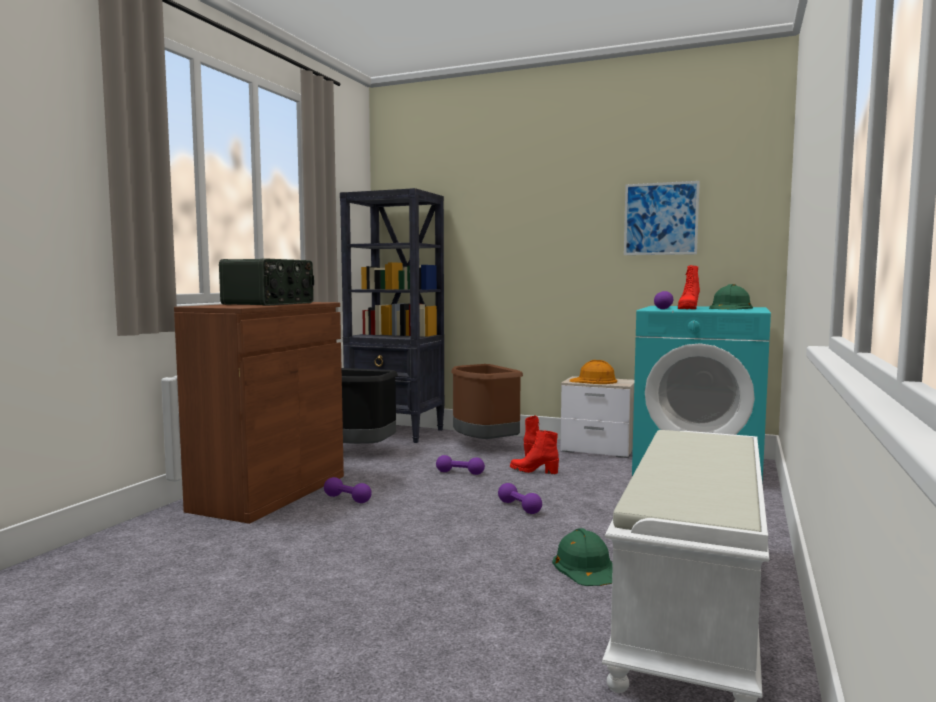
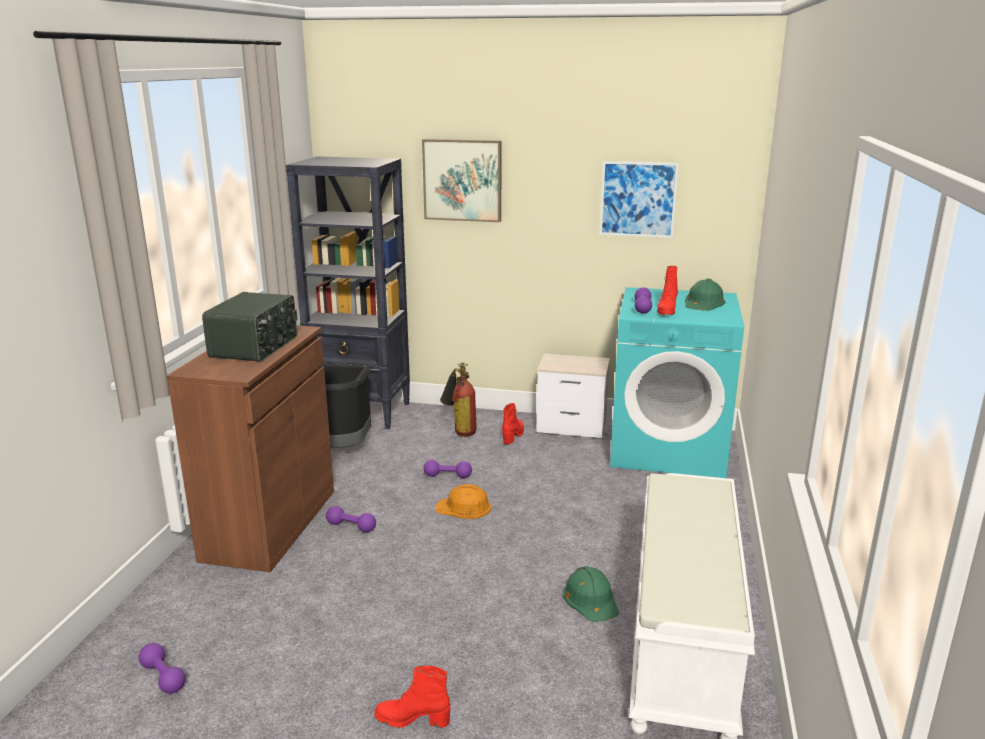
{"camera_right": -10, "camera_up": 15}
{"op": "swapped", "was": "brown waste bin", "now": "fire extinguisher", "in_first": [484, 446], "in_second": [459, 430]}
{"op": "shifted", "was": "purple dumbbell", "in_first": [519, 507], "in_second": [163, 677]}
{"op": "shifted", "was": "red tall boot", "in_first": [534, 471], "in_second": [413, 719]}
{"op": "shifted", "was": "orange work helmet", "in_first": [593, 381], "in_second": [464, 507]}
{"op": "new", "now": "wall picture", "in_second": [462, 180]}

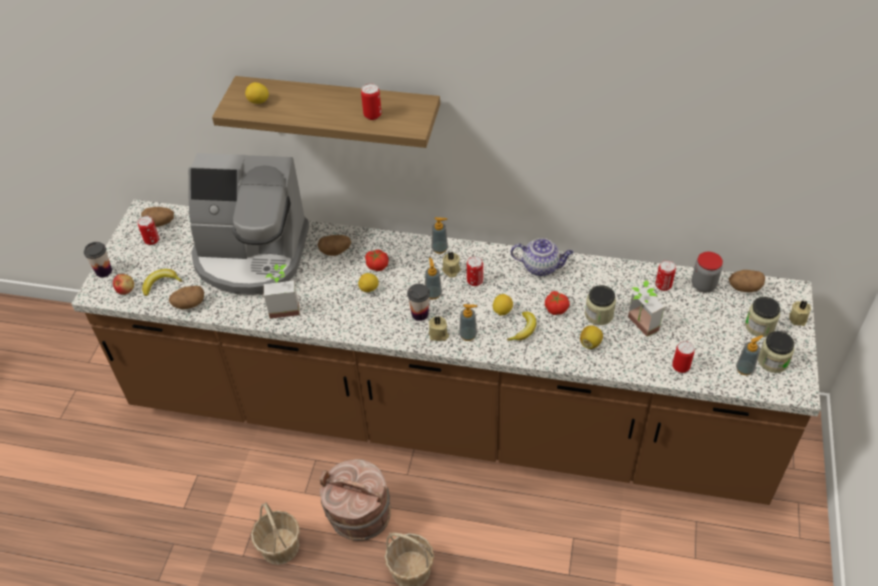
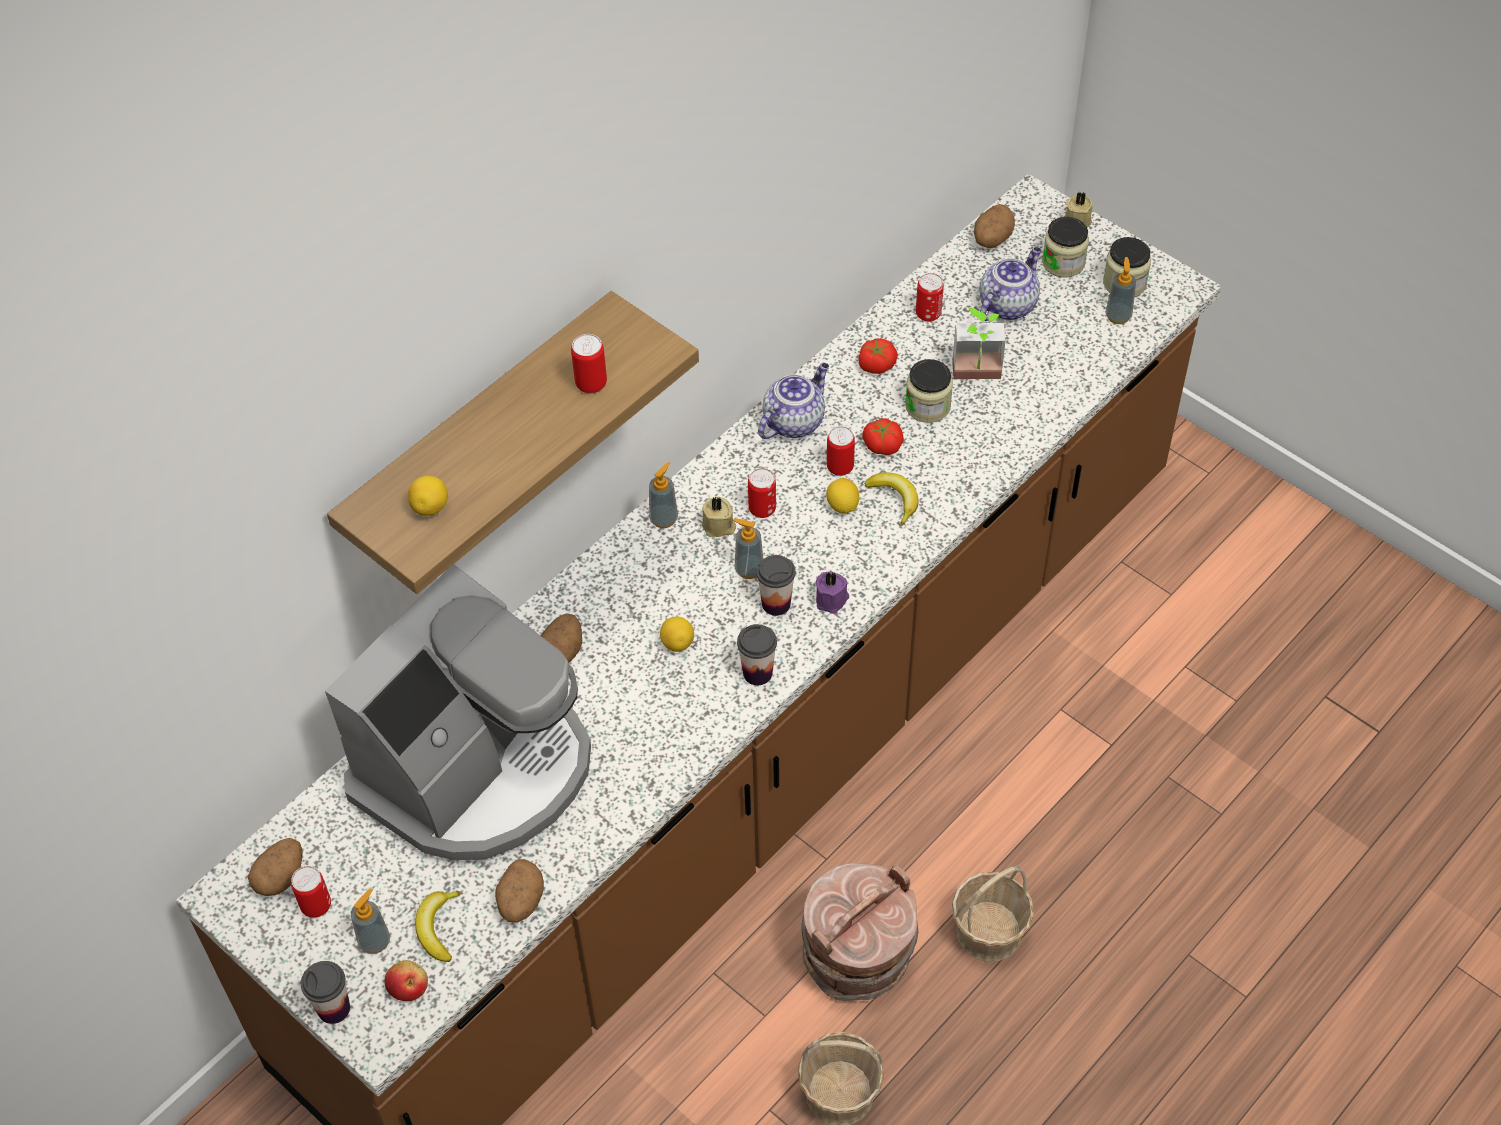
{"camera_right": -60, "camera_up": 5}
{"op": "gone", "was": "potted plant", "in_first": [284, 306]}
{"op": "shifted", "was": "fresh tomato", "in_first": [377, 265], "in_second": [876, 364]}
{"op": "repainted", "was": "beige wax light", "now": "purple wax light", "in_first": [438, 335], "in_second": [832, 600]}
{"op": "shifted", "was": "soap dispenser", "in_first": [468, 335], "in_second": [374, 941]}
{"op": "gone", "was": "lemon", "in_first": [590, 343]}
{"op": "shifted", "was": "sealed can", "in_first": [680, 367], "in_second": [840, 467]}
{"op": "gone", "was": "preserve jar", "in_first": [703, 285]}
{"op": "new", "now": "small cup", "in_second": [757, 673]}
{"op": "new", "now": "tea pot", "in_second": [1007, 304]}

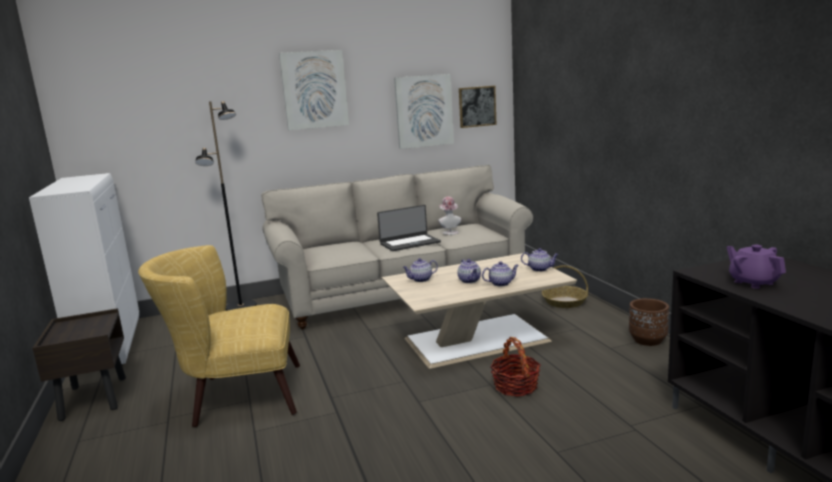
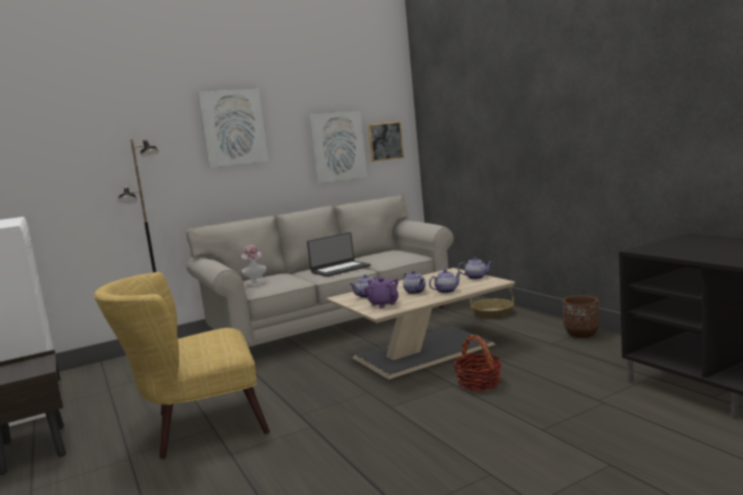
{"camera_right": -10, "camera_up": -5}
{"op": "shifted", "was": "wearable hat", "in_first": [449, 232], "in_second": [255, 283]}
{"op": "shifted", "was": "purple tea pot", "in_first": [753, 282], "in_second": [383, 304]}

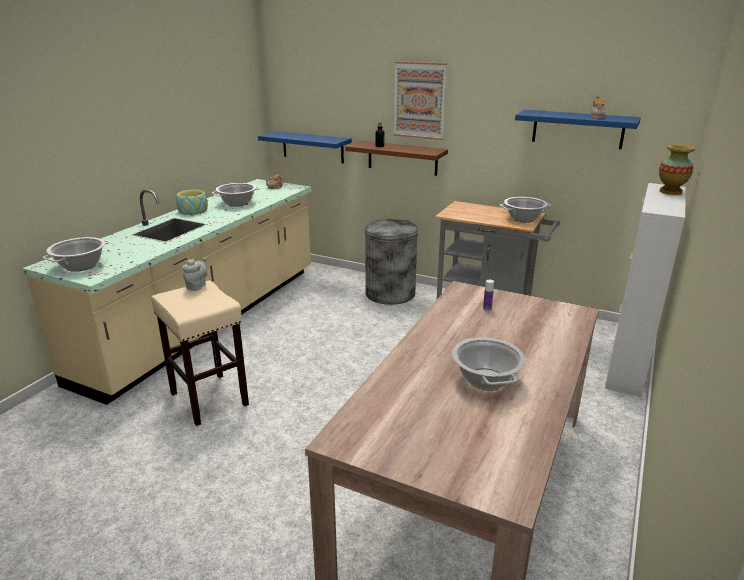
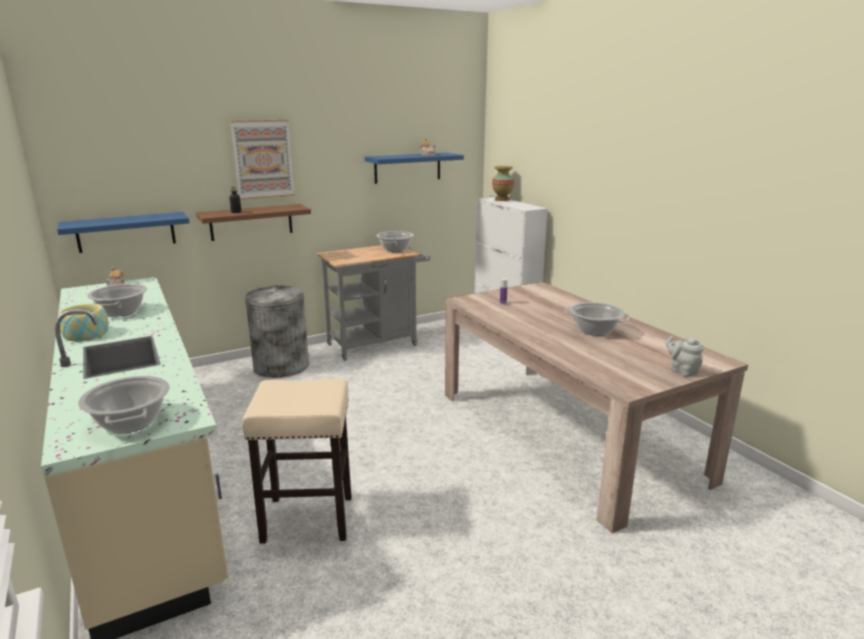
{"camera_right": -55, "camera_up": -5}
{"op": "shifted", "was": "gray tea pot", "in_first": [197, 286], "in_second": [682, 370]}

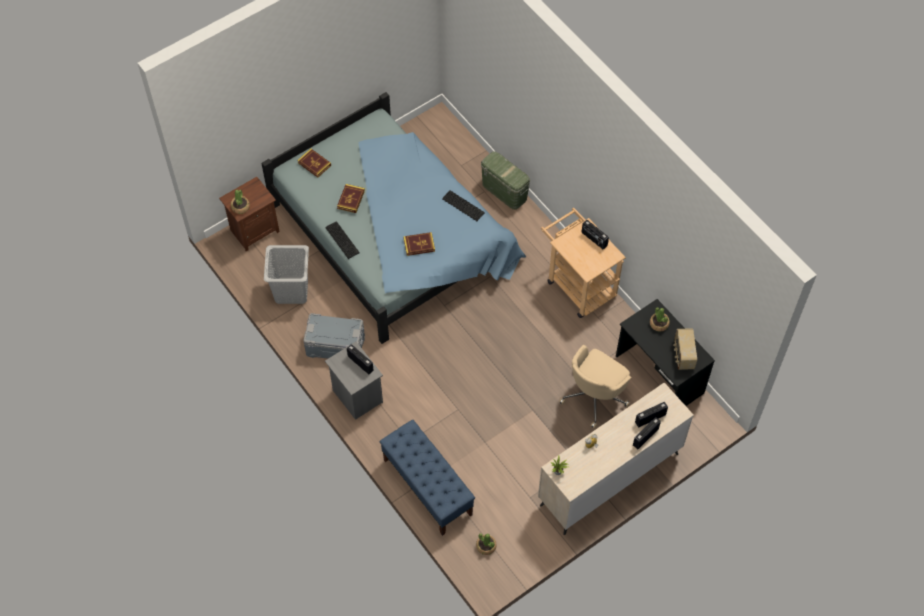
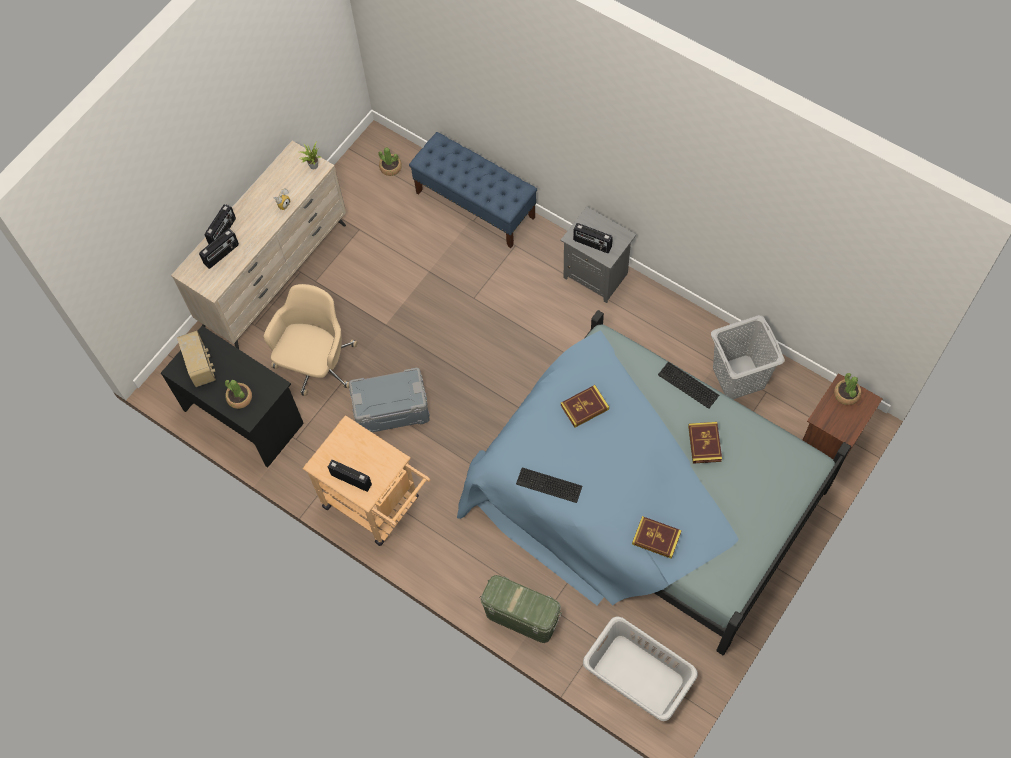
{"camera_right": 165, "camera_up": 5}
{"op": "shifted", "was": "bound book", "in_first": [314, 164], "in_second": [656, 538]}
{"op": "shifted", "was": "gray storage bin", "in_first": [335, 345], "in_second": [391, 410]}
{"op": "new", "now": "gray washing basket", "in_second": [638, 676]}

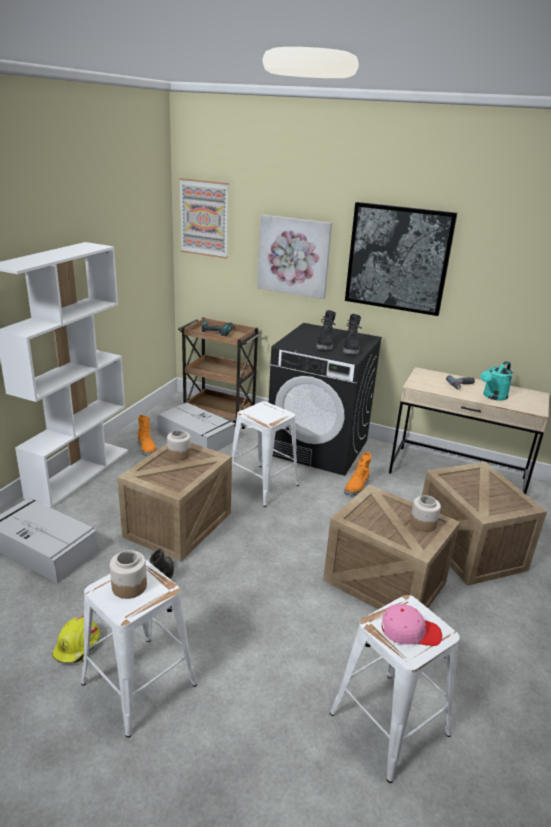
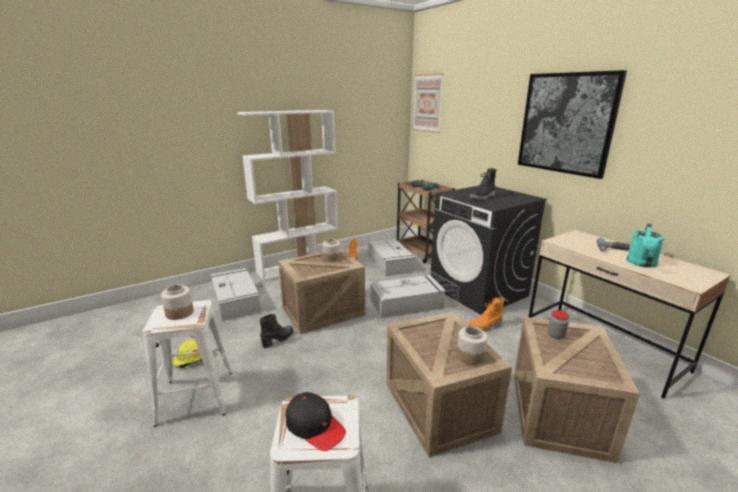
{"camera_right": 35, "camera_up": -5}
{"op": "swapped", "was": "white stool", "now": "gray storage bin", "in_first": [263, 484], "in_second": [407, 303]}
{"op": "gone", "was": "wall picture", "in_first": [294, 256]}
{"op": "gone", "was": "black-coloured tall boot", "in_first": [351, 349]}
{"op": "repainted", "was": "pink-coloured cap", "now": "black-coloured cap", "in_first": [410, 631], "in_second": [315, 426]}
{"op": "rotated", "was": "blue-green watering pot", "in_first": [493, 396], "in_second": [641, 264], "clockwise": -45}
{"op": "new", "now": "preserve jar", "in_second": [556, 335]}

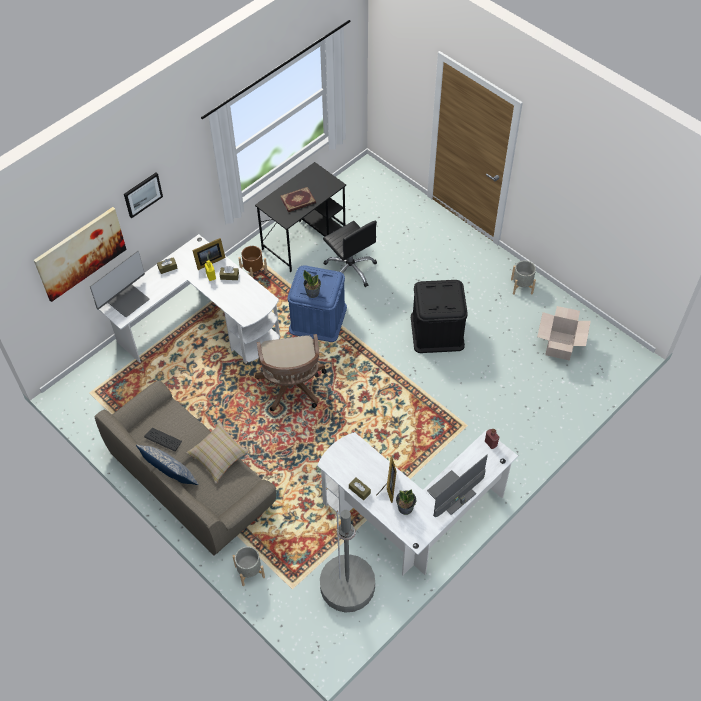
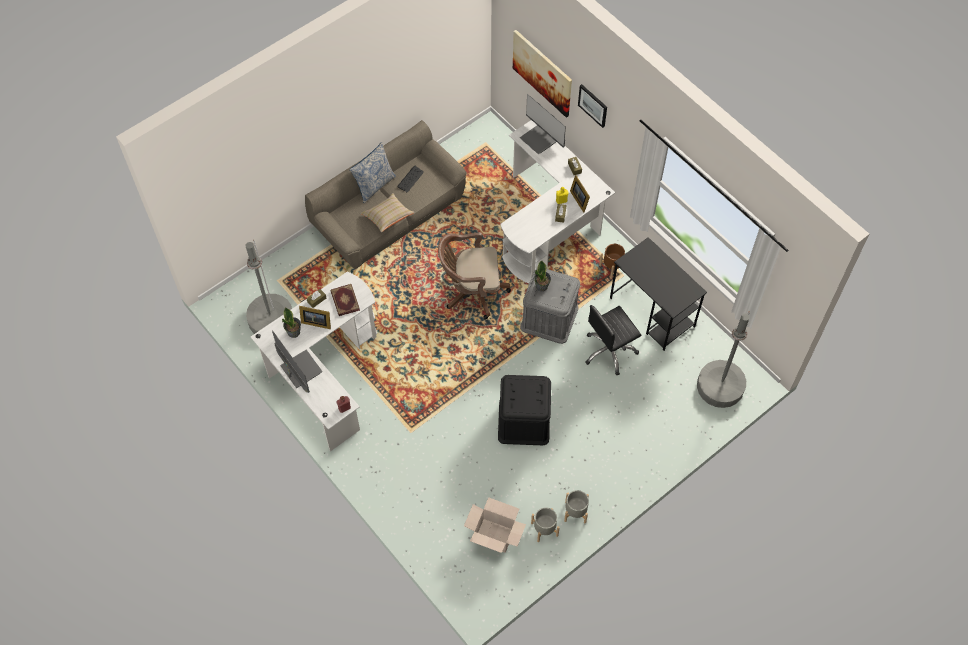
{"camera_right": 95, "camera_up": 5}
{"op": "shifted", "was": "gray plant pot", "in_first": [250, 571], "in_second": [544, 529]}
{"op": "shifted", "was": "bound book", "in_first": [298, 201], "in_second": [344, 301]}
{"op": "repainted", "was": "blue storage bin", "now": "gray storage bin", "in_first": [318, 319], "in_second": [549, 318]}
{"op": "new", "now": "gray standing lamp", "in_second": [720, 387]}

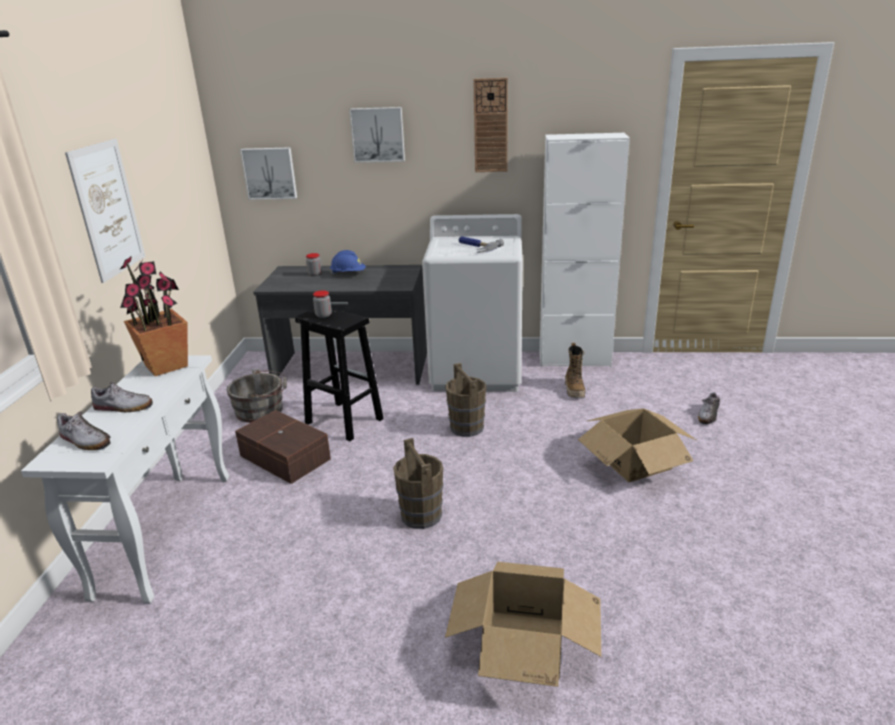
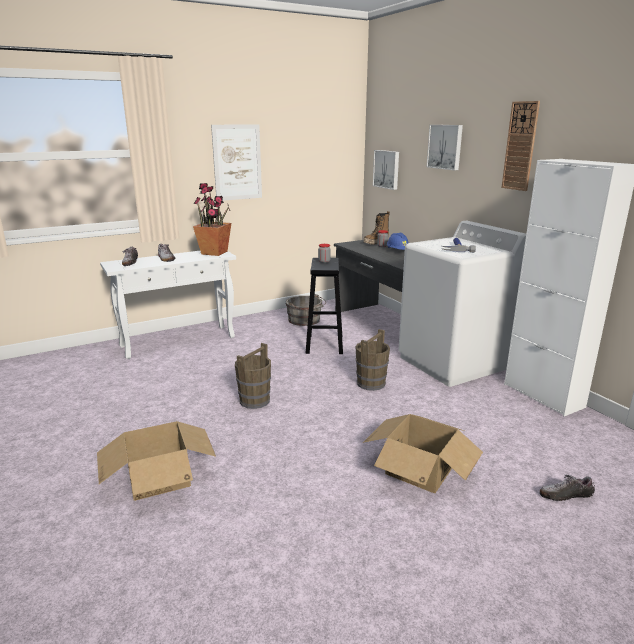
{"camera_right": 55, "camera_up": -5}
{"op": "gone", "was": "brown storage bin", "in_first": [284, 458]}
{"op": "shifted", "was": "tall boot", "in_first": [574, 390], "in_second": [376, 243]}

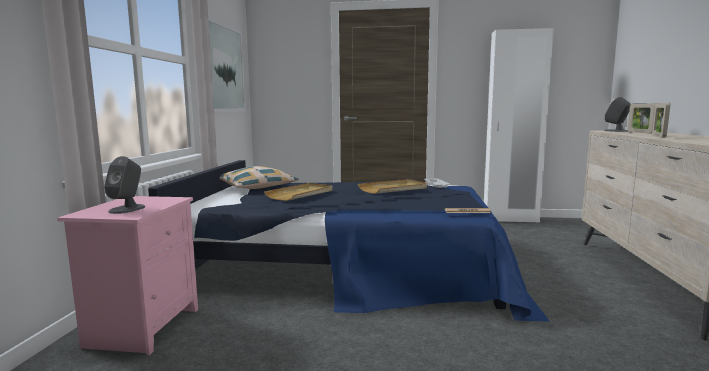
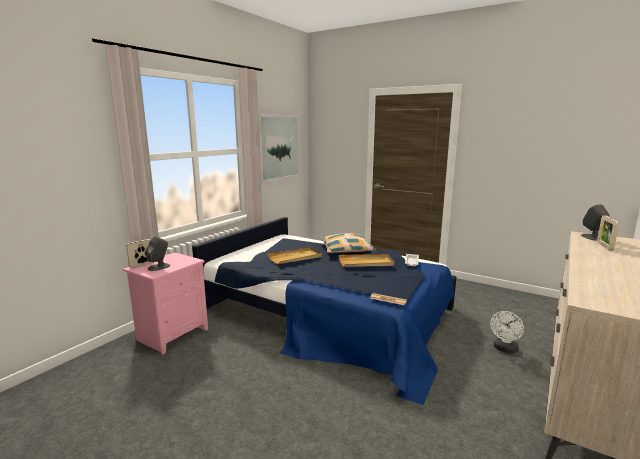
{"camera_right": 25, "camera_up": 5}
{"op": "shifted", "was": "pillow", "in_first": [257, 187], "in_second": [346, 250]}
{"op": "gone", "was": "white armoire", "in_first": [510, 219]}
{"op": "shifted", "was": "standing frame", "in_first": [658, 136], "in_second": [142, 265]}
{"op": "new", "now": "white fan", "in_second": [504, 349]}

